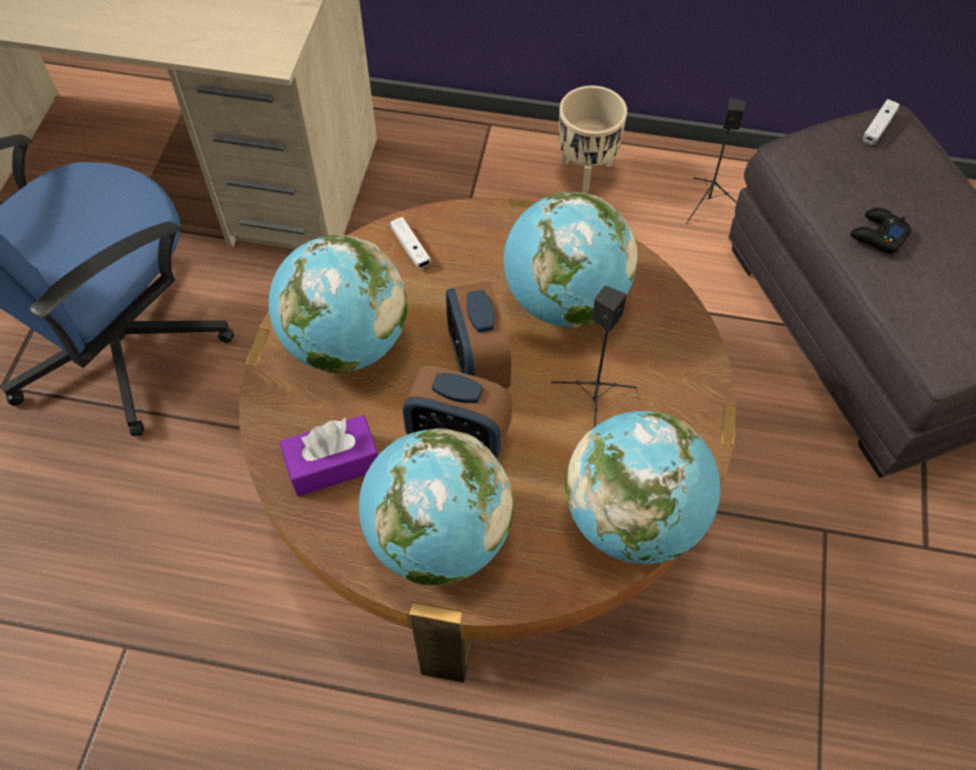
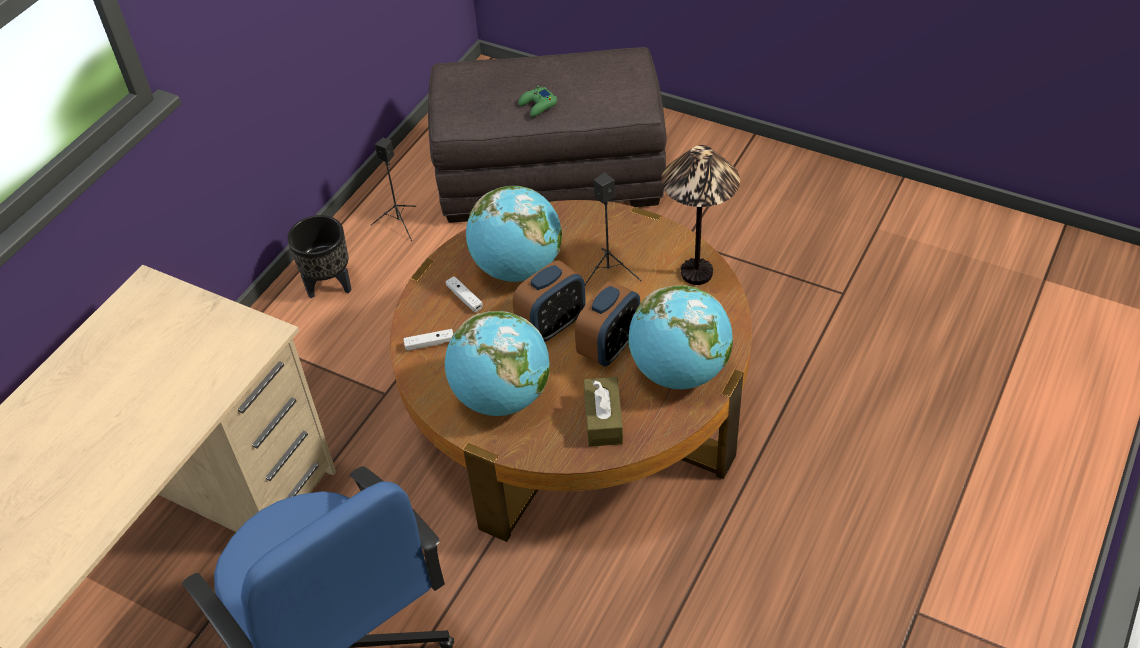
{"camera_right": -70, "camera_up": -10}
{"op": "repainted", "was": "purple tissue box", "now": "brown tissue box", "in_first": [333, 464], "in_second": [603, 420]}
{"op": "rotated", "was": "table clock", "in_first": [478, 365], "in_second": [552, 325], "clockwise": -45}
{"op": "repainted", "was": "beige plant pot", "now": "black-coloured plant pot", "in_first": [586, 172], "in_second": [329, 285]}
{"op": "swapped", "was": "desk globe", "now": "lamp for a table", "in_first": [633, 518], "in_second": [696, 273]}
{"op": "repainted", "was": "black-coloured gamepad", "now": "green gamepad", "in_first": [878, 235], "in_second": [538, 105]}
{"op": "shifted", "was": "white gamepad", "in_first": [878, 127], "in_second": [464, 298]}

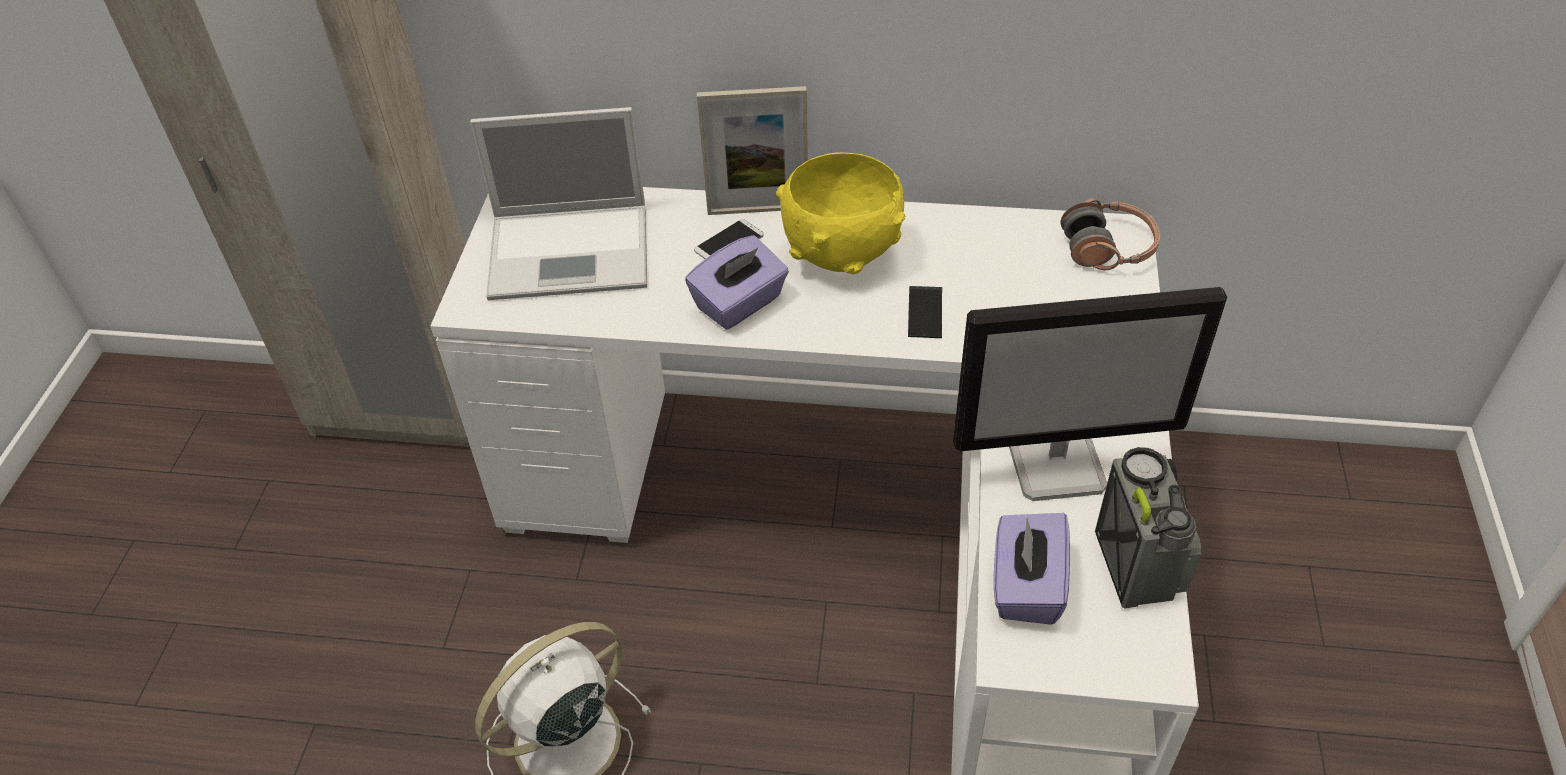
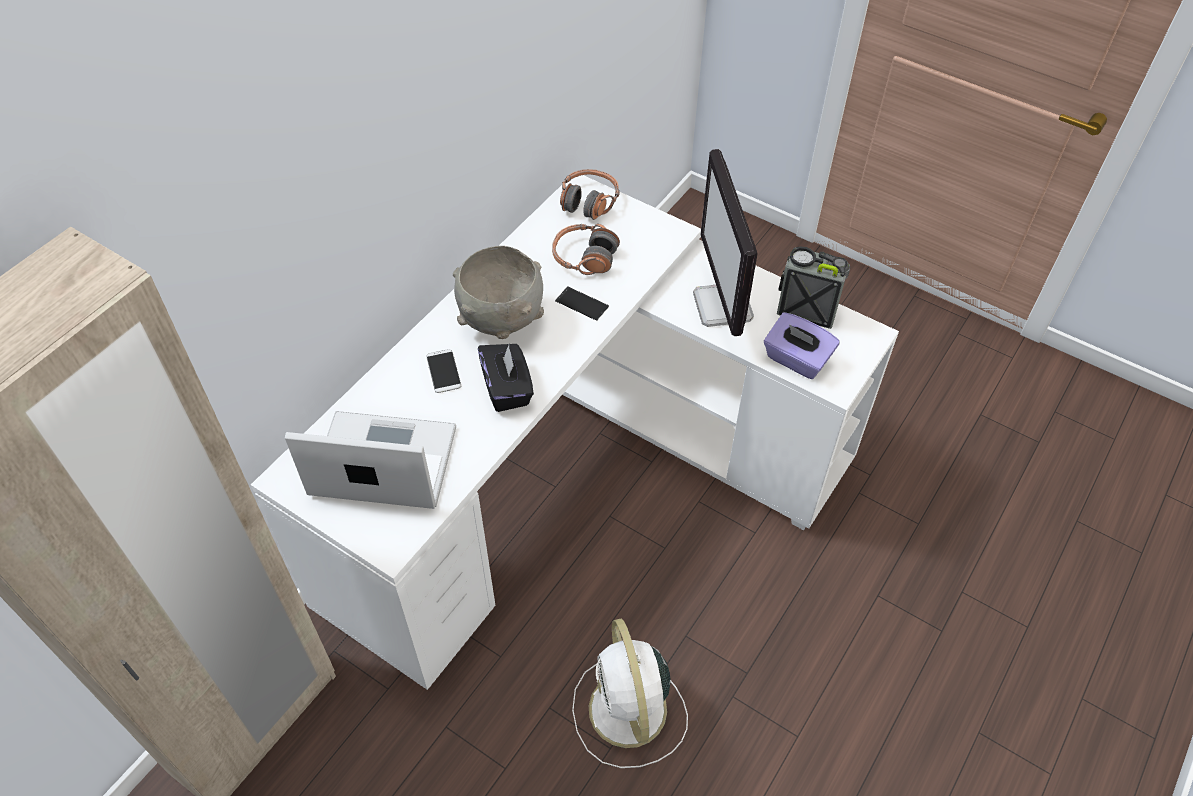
{"camera_right": -65, "camera_up": 5}
{"op": "rotated", "was": "notebook computer", "in_first": [573, 251], "in_second": [380, 462], "clockwise": -105}
{"op": "repainted", "was": "purple tissue box", "now": "black-coloured tissue box", "in_first": [740, 304], "in_second": [507, 389]}
{"op": "gone", "was": "standing frame", "in_first": [758, 210]}
{"op": "repainted", "was": "yellow-coloured deep dish", "now": "gray deep dish", "in_first": [841, 256], "in_second": [502, 320]}
{"op": "rotated", "was": "computer display", "in_first": [1058, 464], "in_second": [723, 307], "clockwise": 150}
{"op": "new", "now": "pair of headphones", "in_second": [584, 257]}

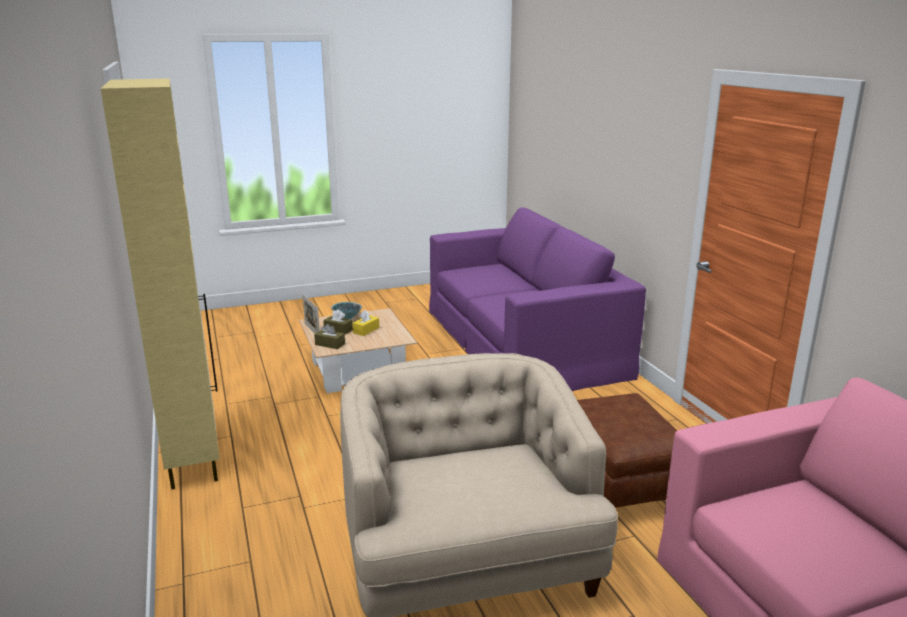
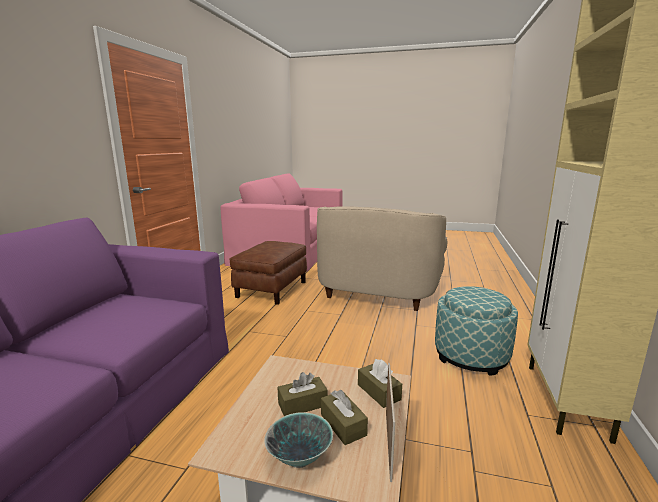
{"camera_right": -145, "camera_up": -5}
{"op": "repainted", "was": "yellow-coloured tissue box", "now": "brown tissue box", "in_first": [366, 330], "in_second": [302, 404]}
{"op": "new", "now": "footrest", "in_second": [471, 355]}

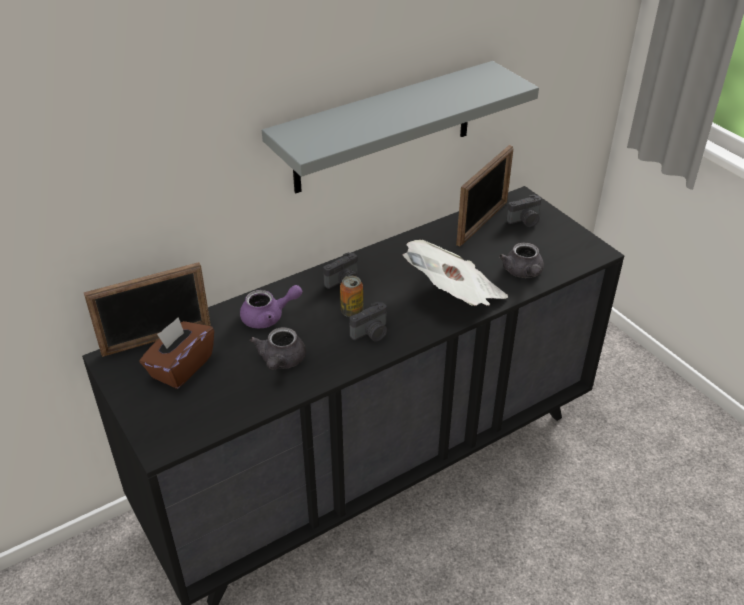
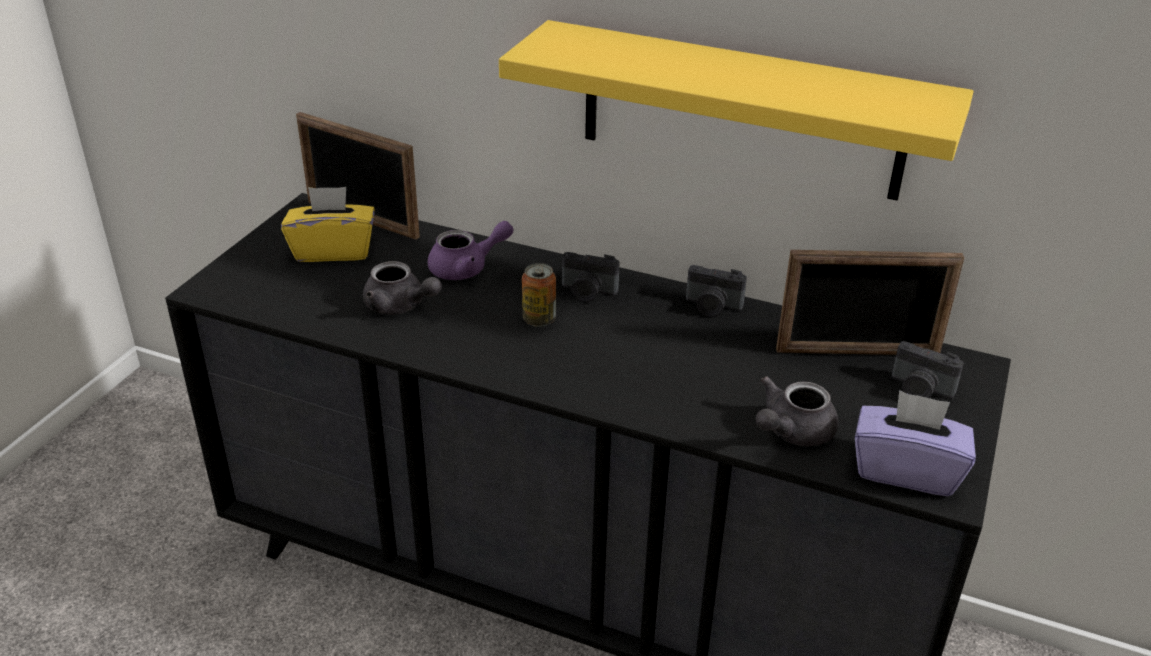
{"camera_right": 55, "camera_up": -5}
{"op": "repainted", "was": "brown tissue box", "now": "yellow-coloured tissue box", "in_first": [181, 367], "in_second": [333, 250]}
{"op": "rotated", "was": "purple tea pot", "in_first": [269, 317], "in_second": [467, 268], "clockwise": -60}
{"op": "rotated", "was": "gray tea pot", "in_first": [281, 361], "in_second": [400, 306], "clockwise": -120}
{"op": "repainted", "was": "gray shelf", "now": "yellow-coloured shelf", "in_first": [384, 128], "in_second": [741, 111]}
{"op": "shifted", "was": "photo camera", "in_first": [371, 334], "in_second": [712, 307]}
{"op": "gone", "was": "printed paper", "in_first": [454, 295]}
{"op": "new", "now": "purple tissue box", "in_second": [906, 470]}

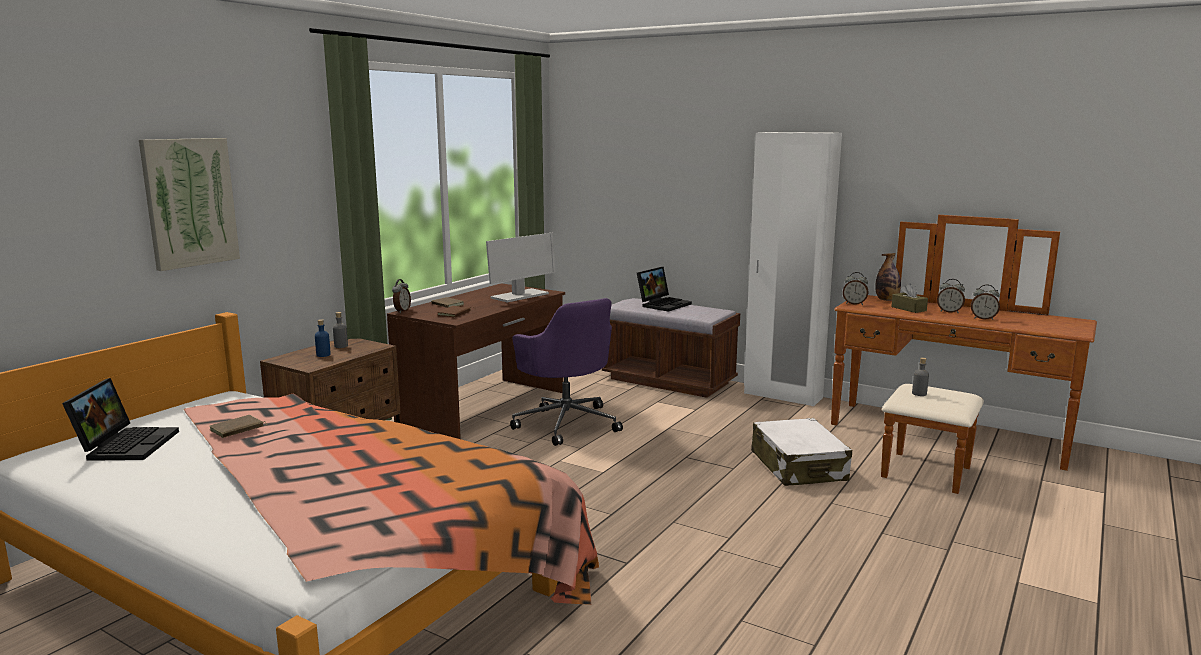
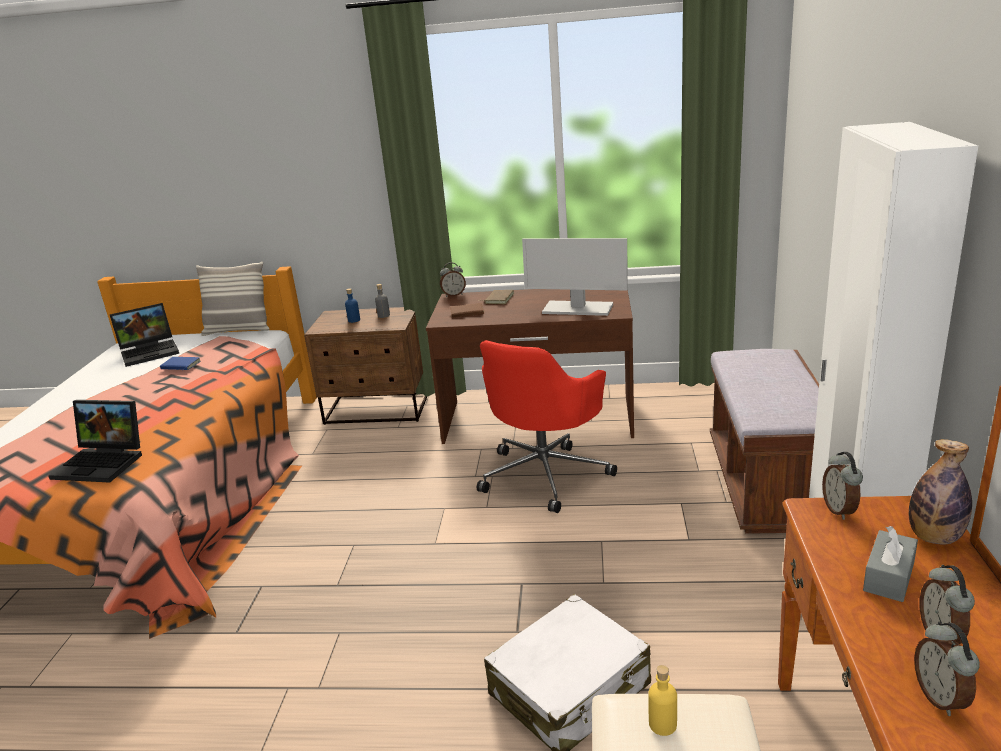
{"camera_right": 65, "camera_up": 10}
{"op": "gone", "was": "wall picture", "in_first": [190, 202]}
{"op": "repainted", "was": "brown bound book", "now": "blue bound book", "in_first": [237, 429], "in_second": [180, 366]}
{"op": "repainted", "was": "purple desk chair", "now": "red desk chair", "in_first": [566, 423], "in_second": [546, 474]}
{"op": "shifted", "was": "notebook computer", "in_first": [663, 304], "in_second": [104, 462]}
{"op": "repainted", "was": "brown tissue box", "now": "gray tissue box", "in_first": [908, 309], "in_second": [888, 576]}
{"op": "repainted", "was": "gray bottle", "now": "yellow-coloured bottle", "in_first": [919, 394], "in_second": [662, 724]}
{"op": "new", "now": "pillow", "in_second": [238, 330]}

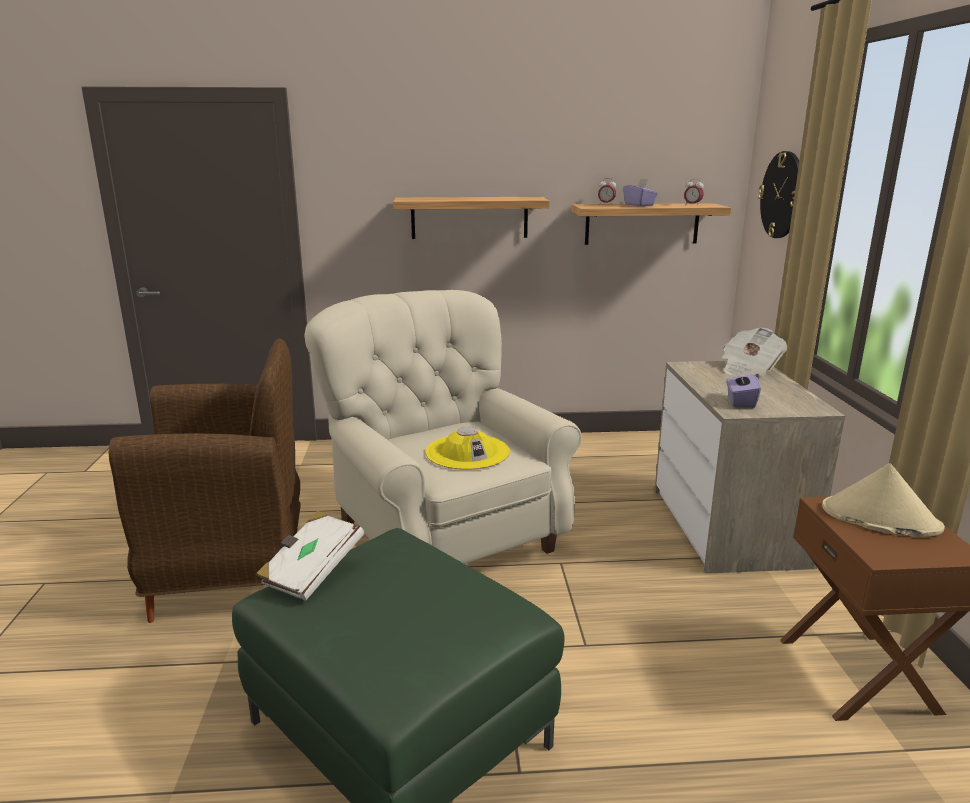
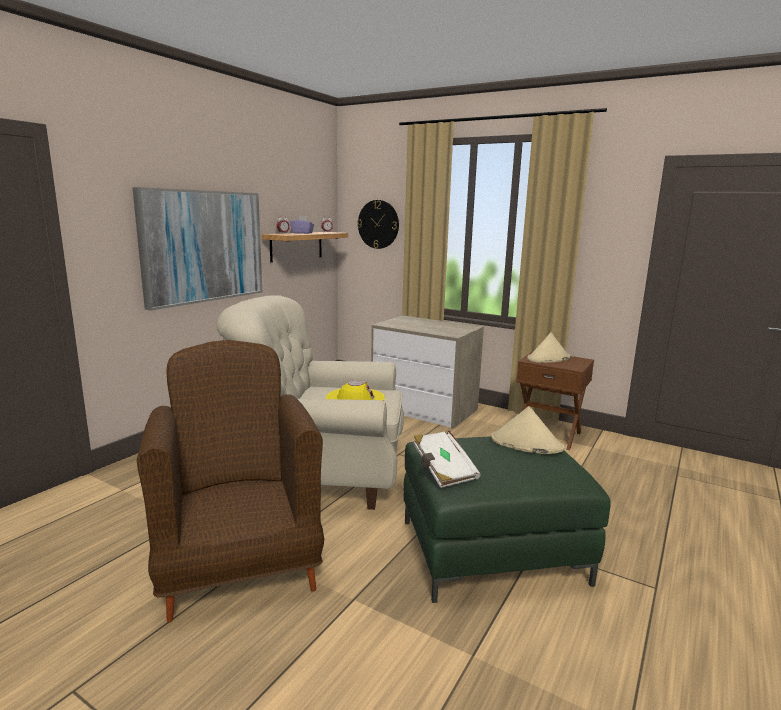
{"camera_right": -55, "camera_up": -5}
{"op": "rotated", "was": "brown armchair", "in_first": [233, 572], "in_second": [239, 565], "clockwise": -45}
{"op": "swapped", "was": "shelf", "now": "wall picture", "in_first": [469, 217], "in_second": [203, 246]}
{"op": "gone", "was": "printed paper", "in_first": [749, 369]}
{"op": "gone", "was": "purple tissue box", "in_first": [740, 402]}
{"op": "new", "now": "beige wearable hat", "in_second": [526, 443]}

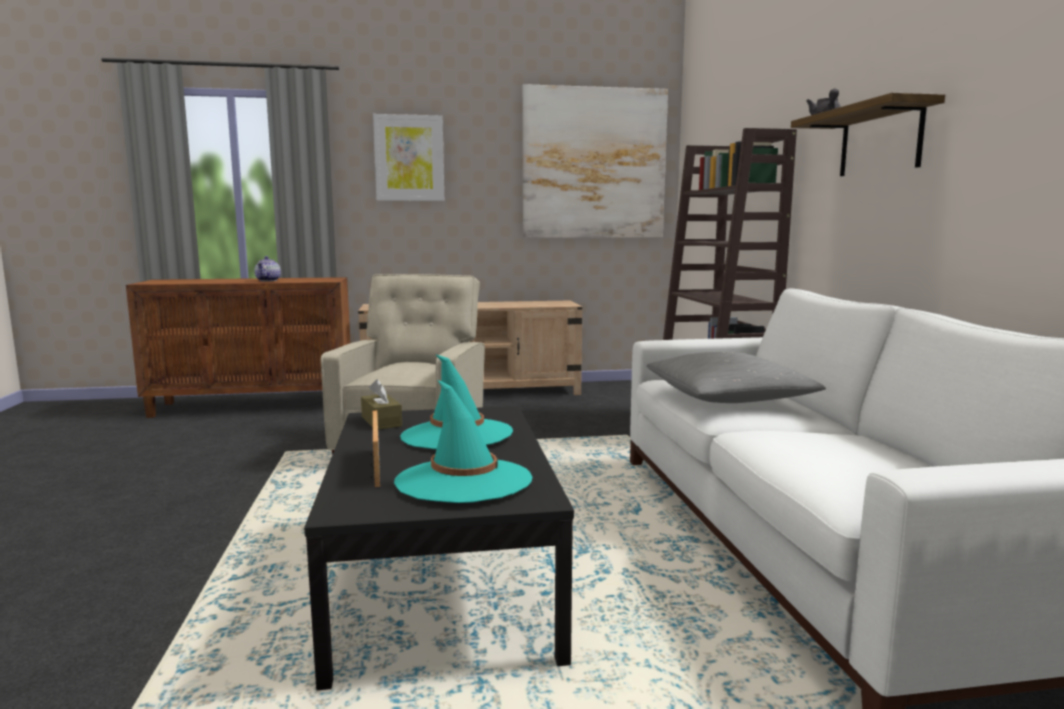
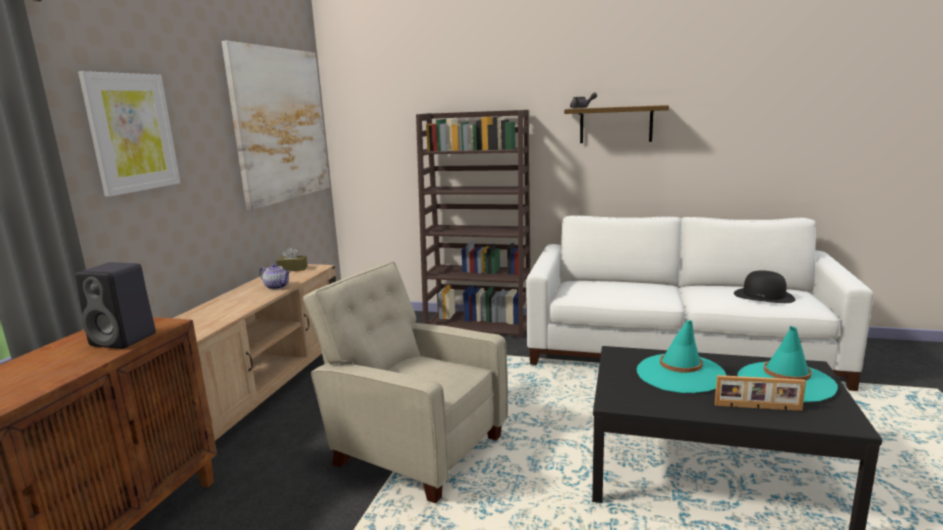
{"camera_right": -65, "camera_up": 5}
{"op": "shifted", "was": "tea pot", "in_first": [268, 280], "in_second": [277, 287]}
{"op": "shifted", "was": "brown tissue box", "in_first": [381, 421], "in_second": [292, 269]}
{"op": "gone", "was": "gray pillow", "in_first": [728, 398]}
{"op": "new", "now": "black-coloured speaker", "in_second": [125, 339]}
{"op": "new", "now": "black-coloured wearable hat", "in_second": [764, 296]}

